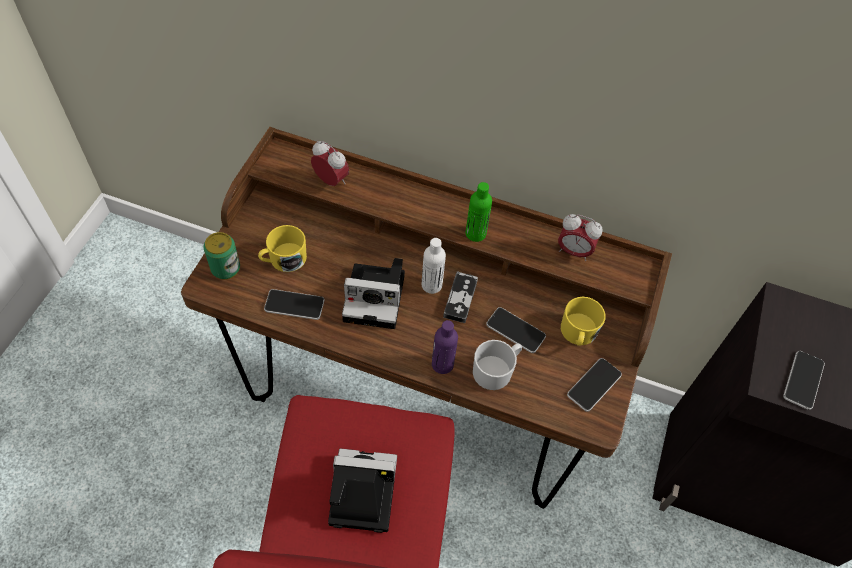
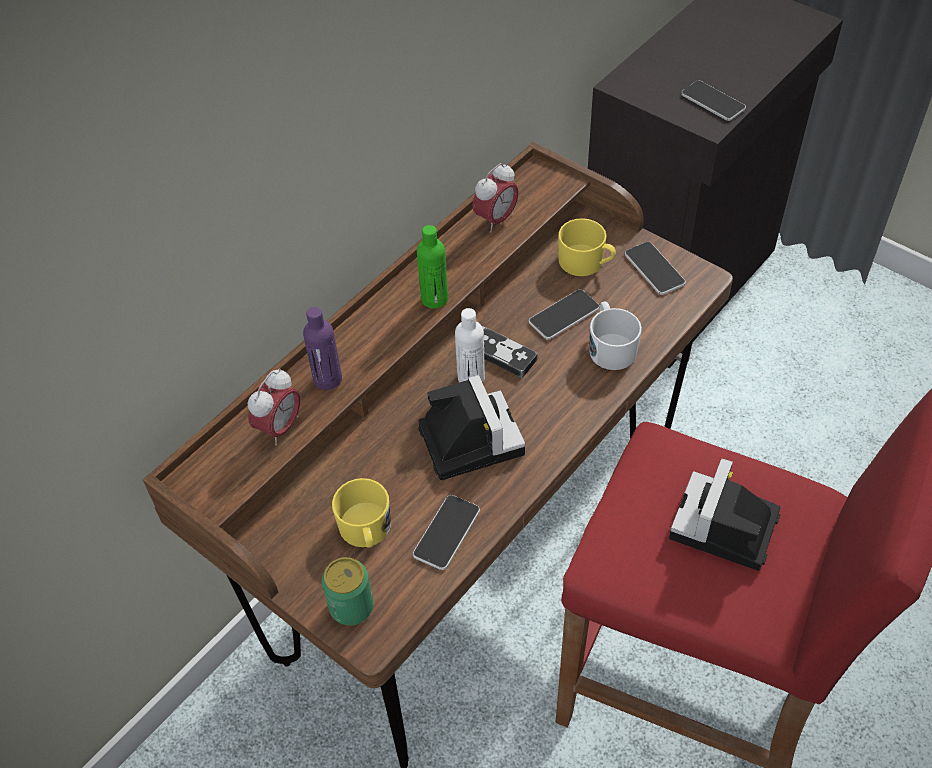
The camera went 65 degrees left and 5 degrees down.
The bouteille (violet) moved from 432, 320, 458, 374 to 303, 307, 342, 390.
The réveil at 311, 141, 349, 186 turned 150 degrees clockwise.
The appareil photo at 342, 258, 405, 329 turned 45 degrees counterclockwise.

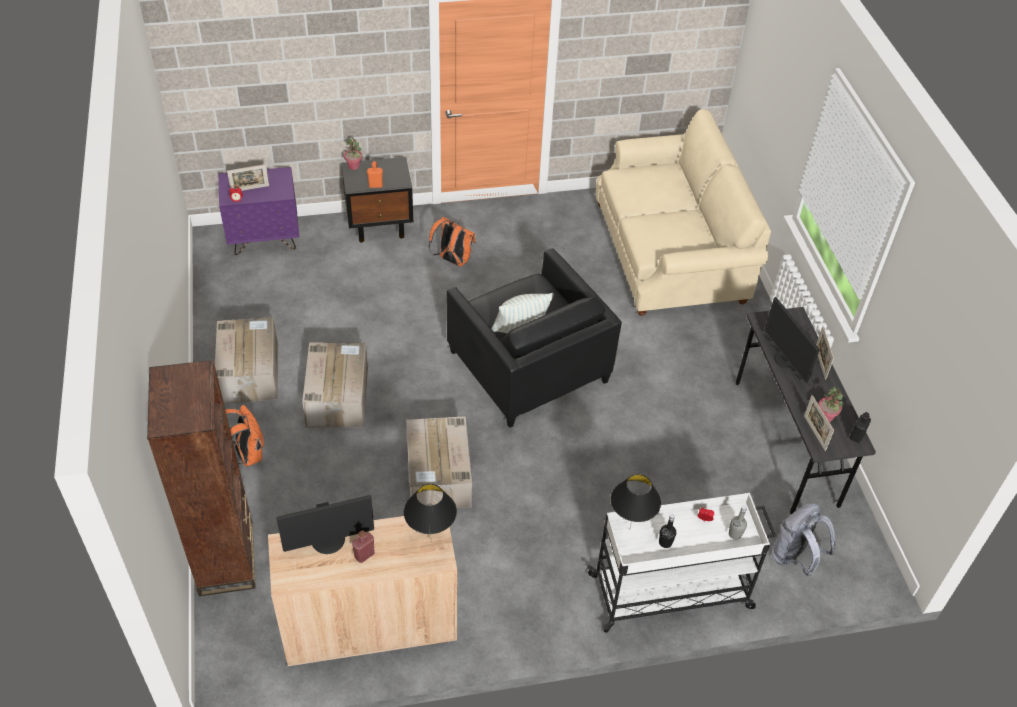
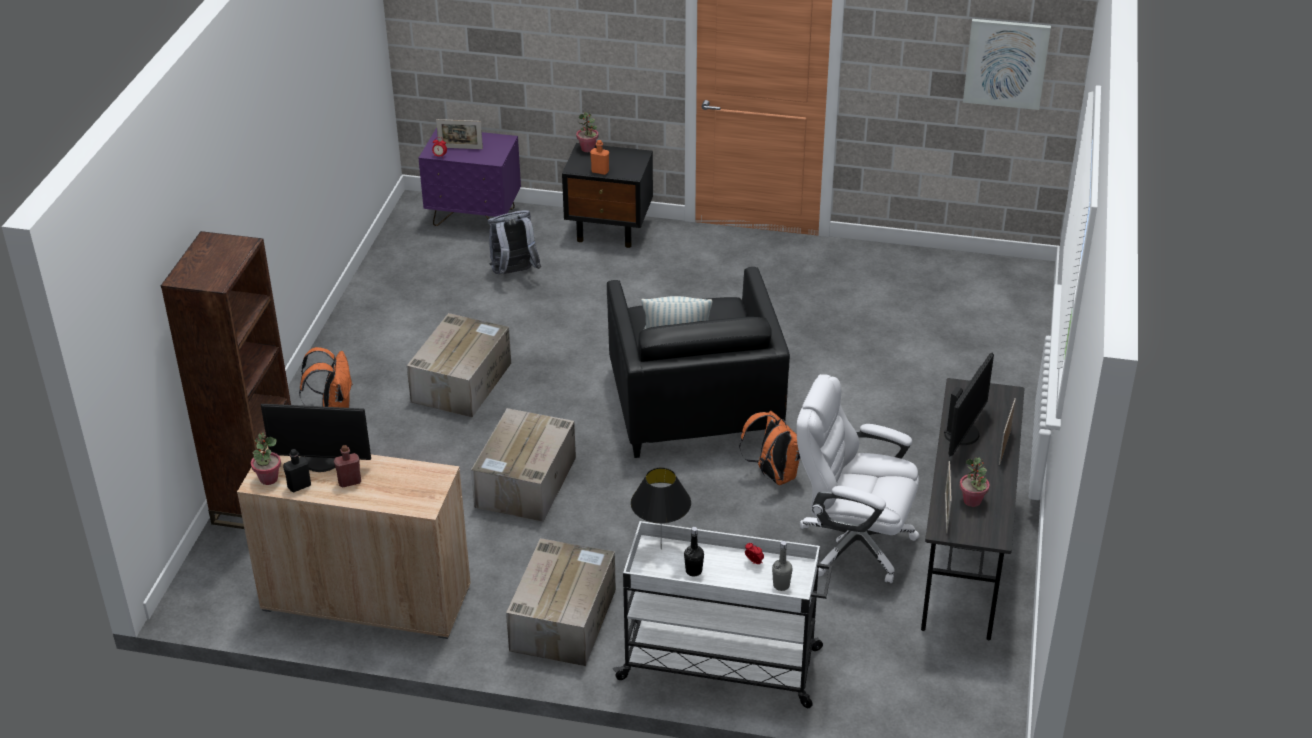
The camera went 25 degrees right and 10 degrees down.
The lampe de table (noir) at 404, 484, 457, 534 disappeared.
The canapé (beige) at 595, 109, 771, 316 disappeared.
The plante en pot at 251, 433, 281, 485 appeared.
The chaise de bureau (blanc) at 797, 374, 919, 583 appeared.
The tableau at 963, 19, 1051, 110 appeared.
The carton moved from 215, 317, 278, 404 to 506, 538, 616, 666.
The sac à dos (orange) moved from 428, 217, 476, 267 to 739, 411, 800, 485.
The sac à dos (gris) moved from 772, 504, 835, 577 to 488, 210, 541, 276.
The bouteille (noir) moved from 850, 412, 871, 443 to 283, 449, 311, 492.
The écran d'ordinateur at 764, 297, 819, 383 turned 150 degrees counterclockwise.

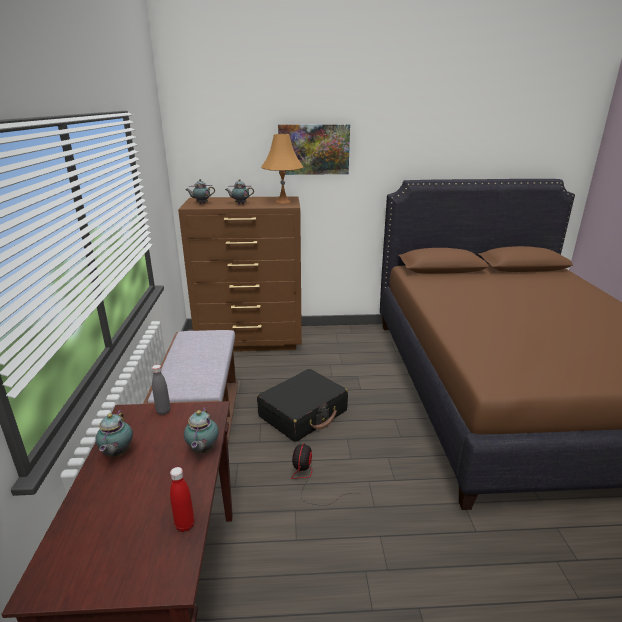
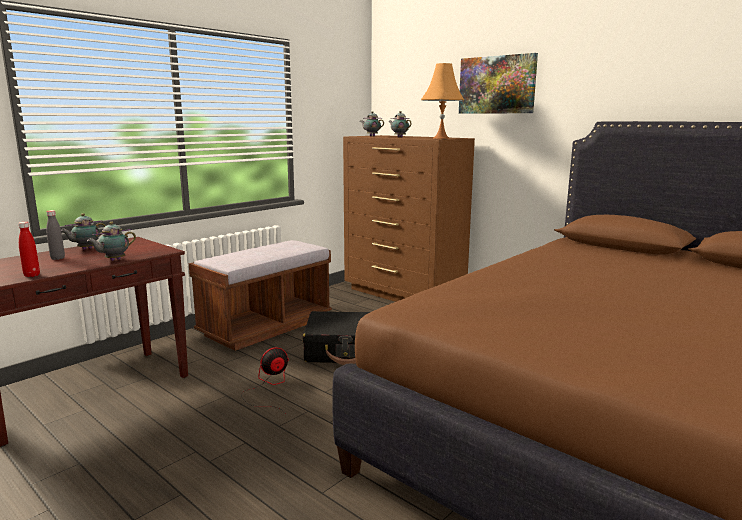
The camera went 45 degrees right and 10 degrees down.
The bouteille (gris) moved from 152, 365, 170, 415 to 46, 210, 65, 260.

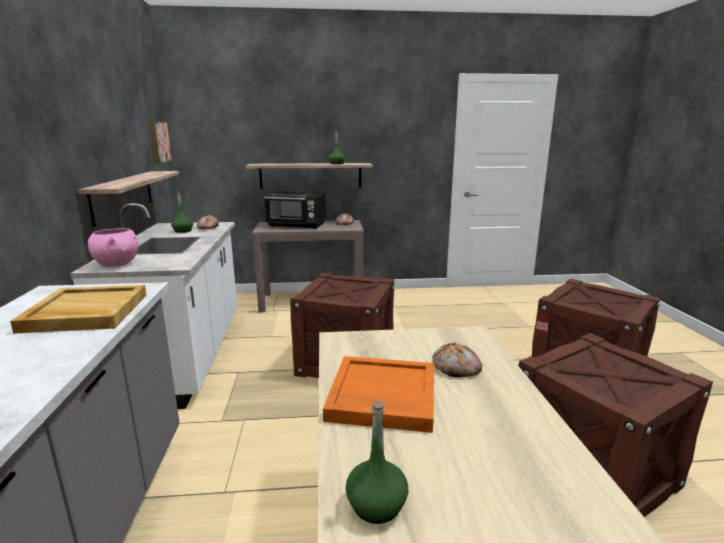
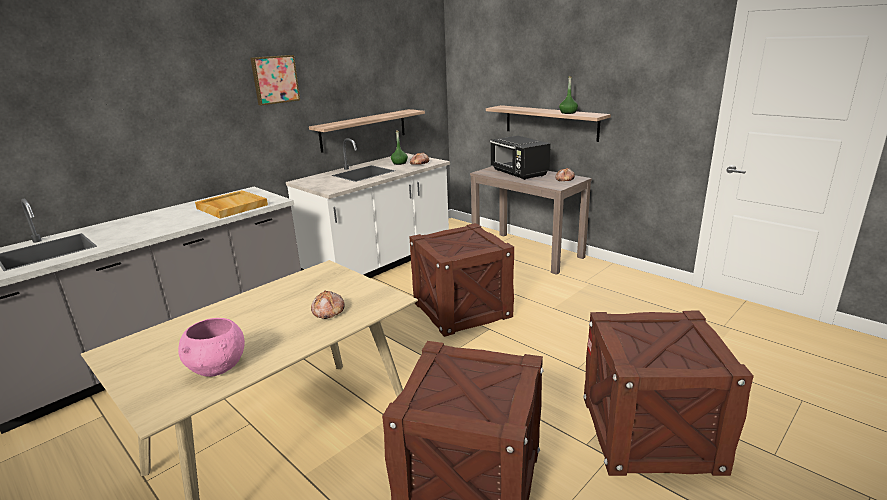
The camera went 50 degrees right and 5 degrees up.
The plateau (orange) at 323, 356, 434, 433 disappeared.
The bouteille (vert) at 346, 400, 408, 524 disappeared.
The bol (rose) moved from 88, 228, 139, 268 to 178, 318, 245, 377.
The tableau moved from 149, 121, 173, 164 to 251, 55, 300, 106.

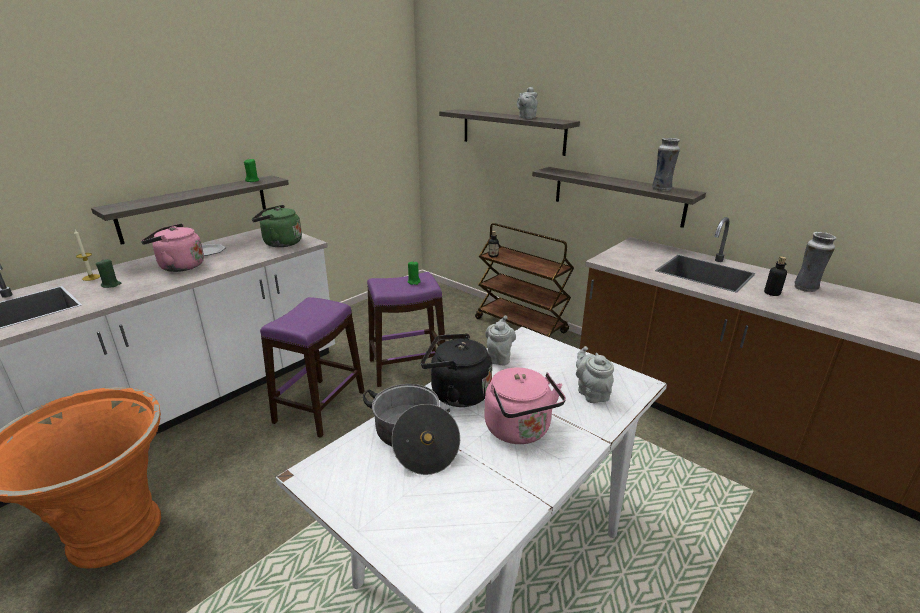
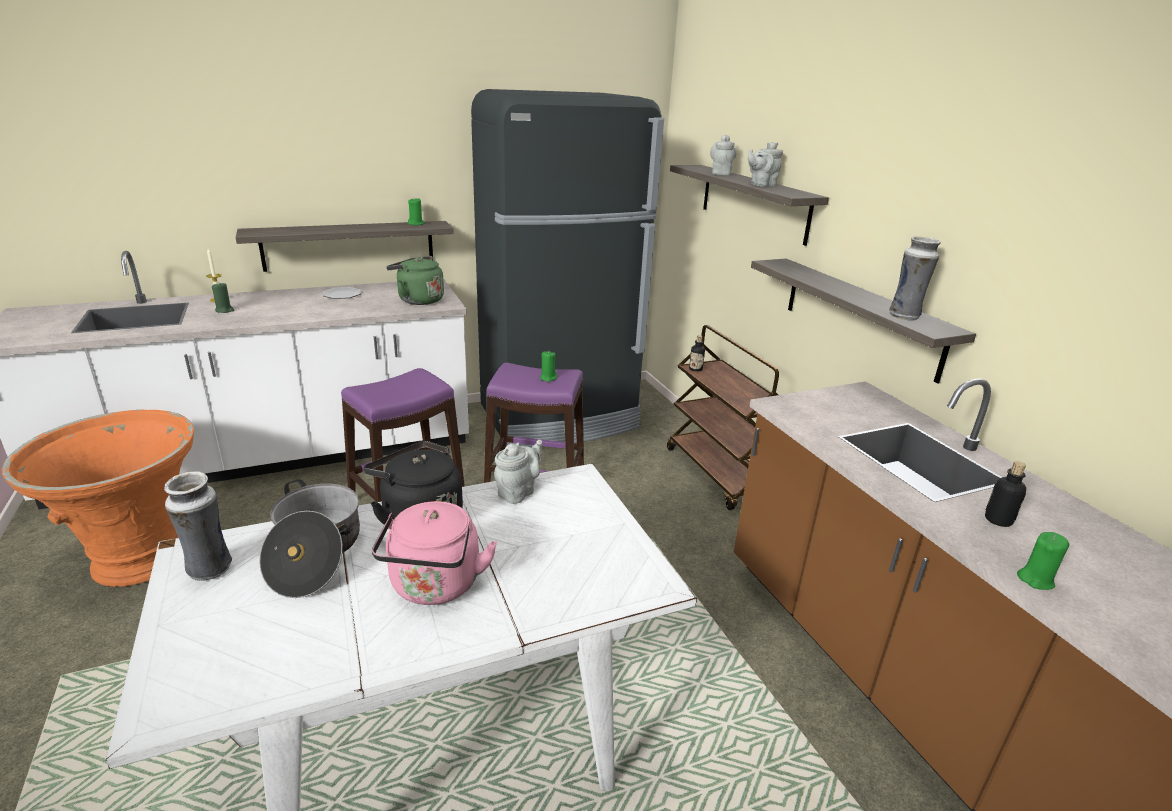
The camera went 25 degrees right and 0 degrees up.
The bouilloire (rose) at 141, 223, 204, 272 disappeared.
The réfrigérateur (noir) at 471, 89, 664, 448 appeared.
The bougie (vert) at 1017, 532, 1069, 590 appeared.
The théière (gris) moved from 576, 346, 614, 403 to 710, 134, 736, 175.
The vase moved from 794, 232, 836, 292 to 164, 471, 232, 581.

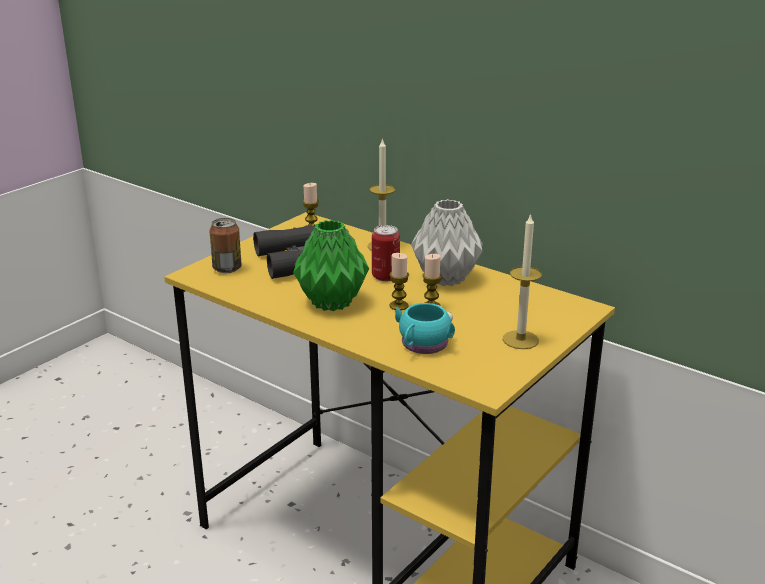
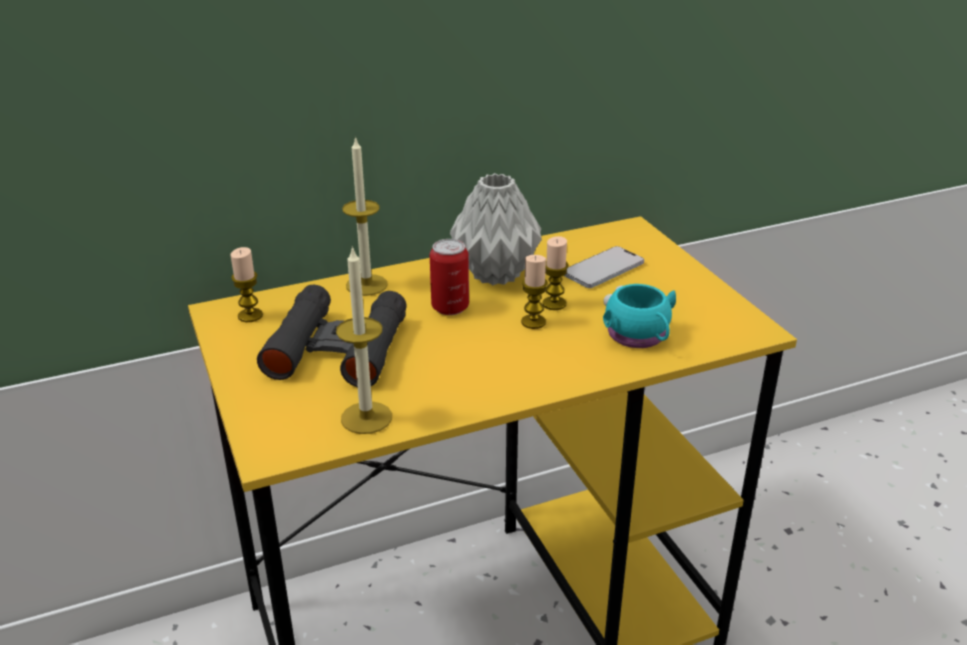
The camera went 60 degrees left and 5 degrees up.
The boîte métallique at 209, 218, 242, 273 disappeared.
The vase (vert) at 293, 220, 369, 311 disappeared.
The téléphone at 564, 246, 644, 288 appeared.
The bougie moved from 503, 213, 542, 349 to 336, 246, 392, 434.

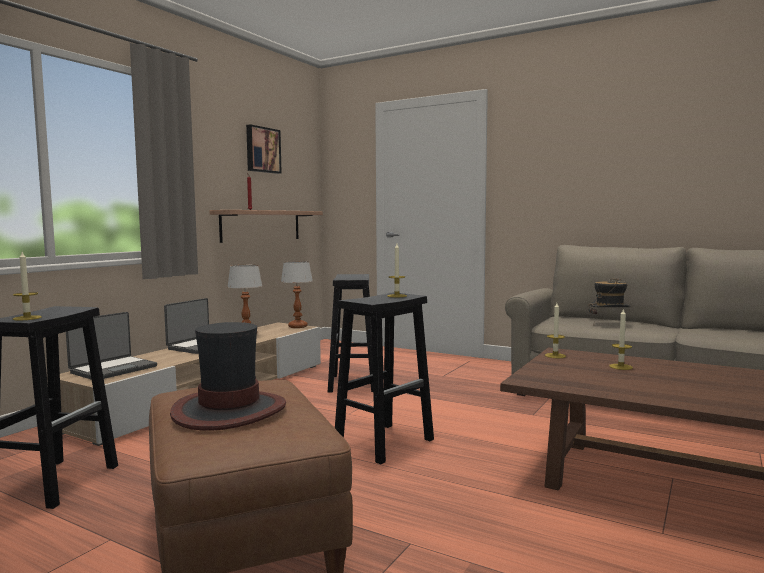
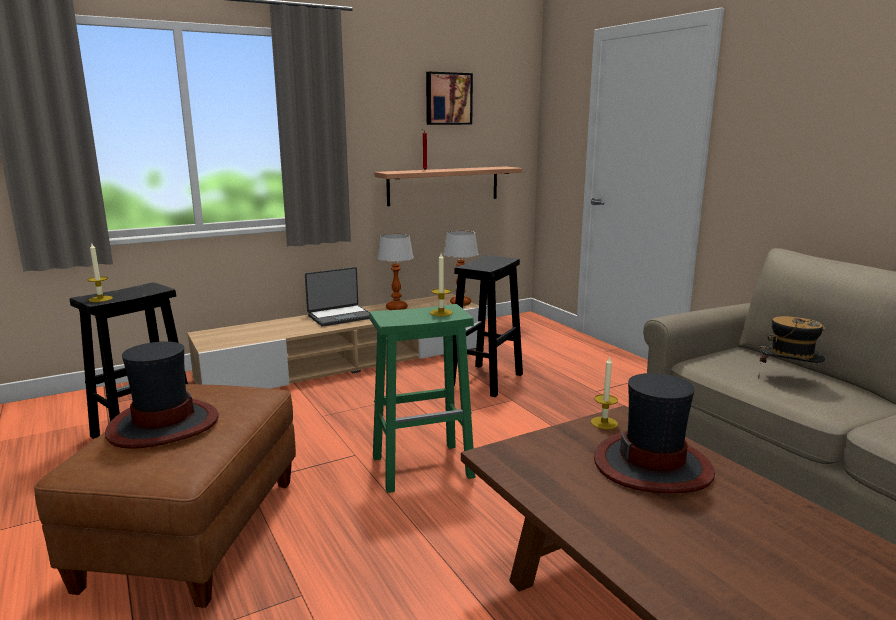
The camera went 30 degrees right and 10 degrees up.
The ordinateur portable at 66, 312, 157, 380 disappeared.
The bougie at 609, 308, 633, 370 was replaced by the chapeau at 594, 373, 715, 493.
The tabouret (noir) at 335, 292, 434, 464 became the tabouret (vert) at 369, 304, 475, 493.

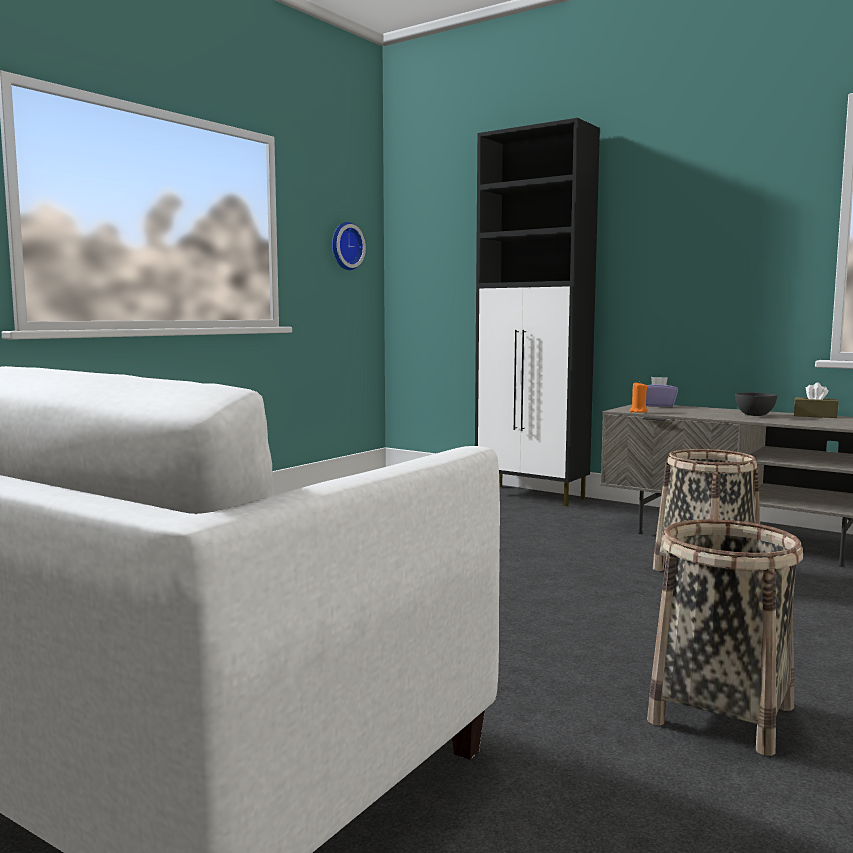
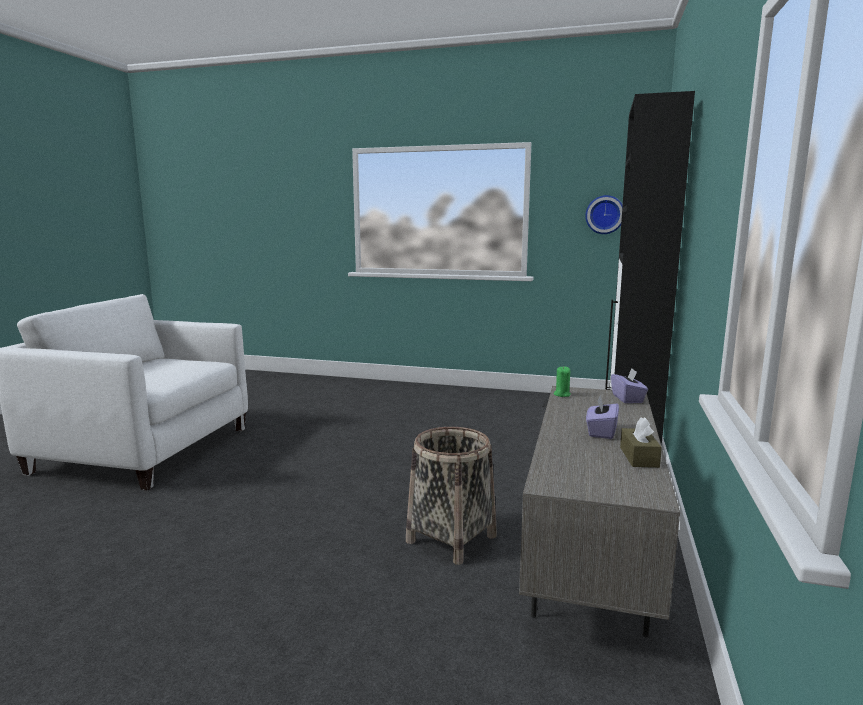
The camera went 70 degrees right and 5 degrees up.
The panier at 647, 519, 803, 756 disappeared.
The bol (gris) at 735, 392, 777, 416 was replaced by the boîte à mouchoirs (violet) at 586, 395, 619, 439.
The bougie (orange) at 629, 381, 648, 413 became the bougie (vert) at 554, 366, 571, 397.

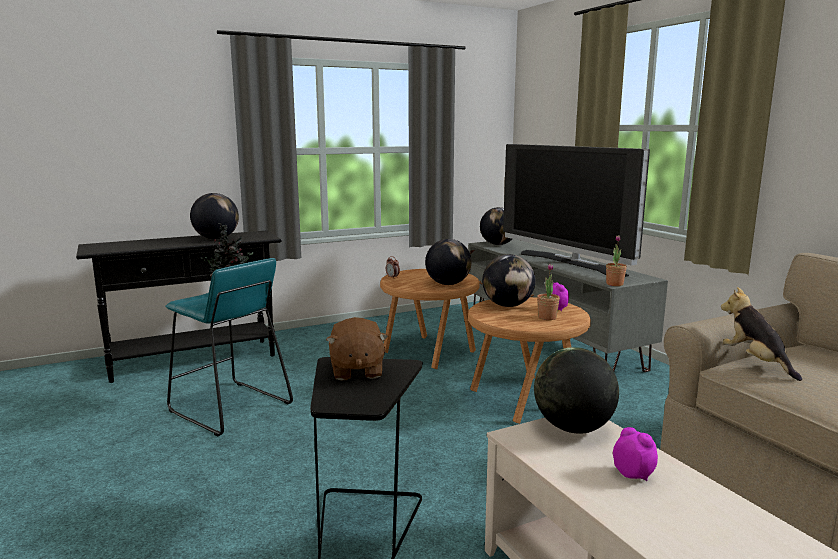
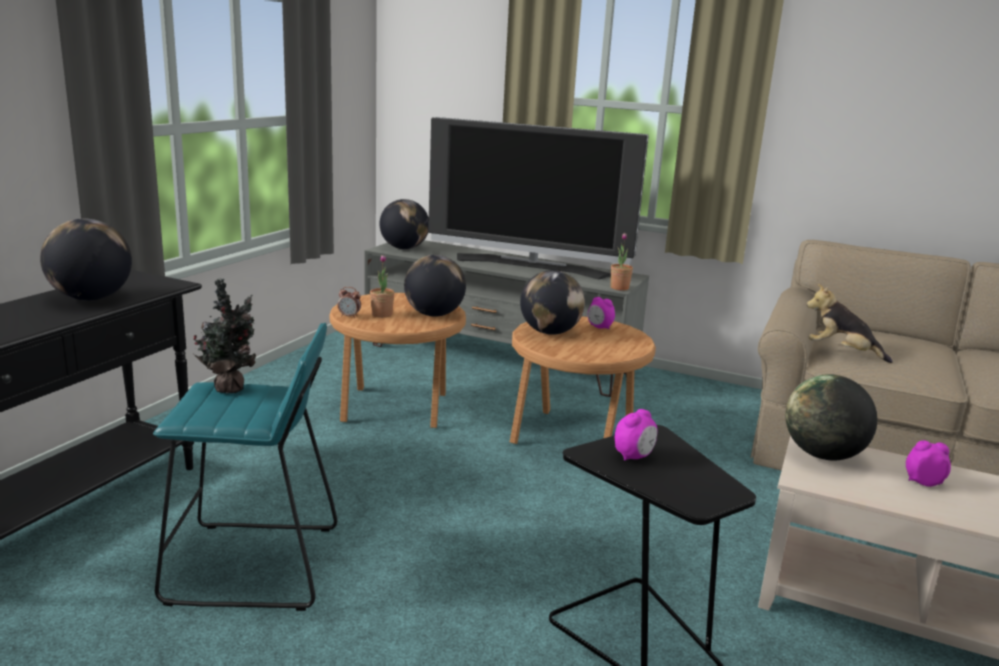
The camera went 40 degrees left and 5 degrees up.
The plante en pot moved from 537, 264, 560, 320 to 370, 255, 395, 318.
The peluche (marron) at 326, 317, 388, 381 was replaced by the réveil at 615, 409, 658, 461.

